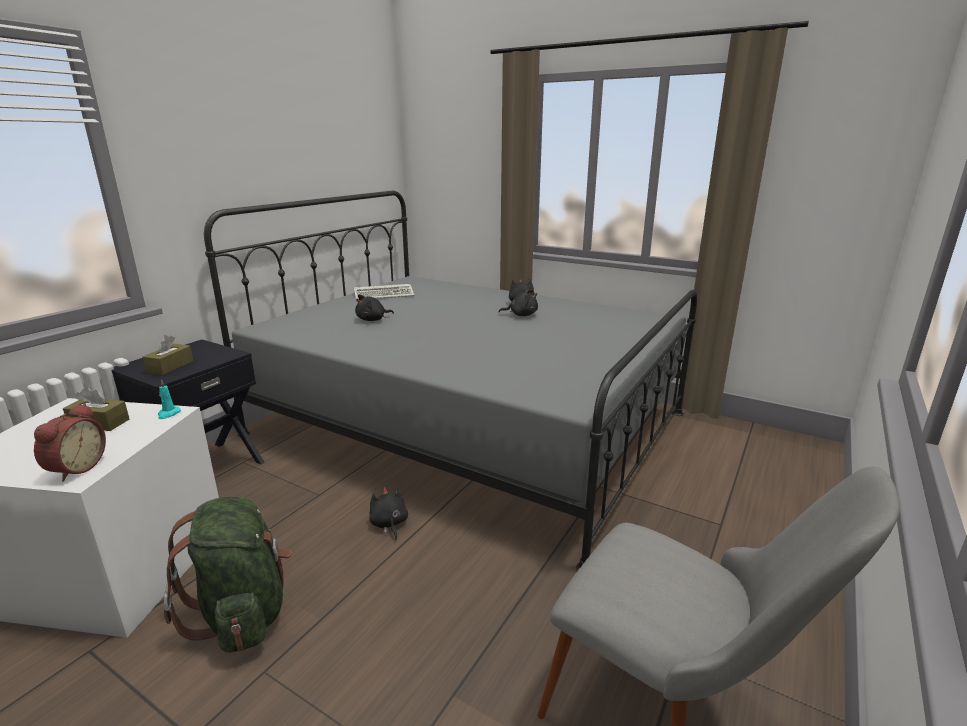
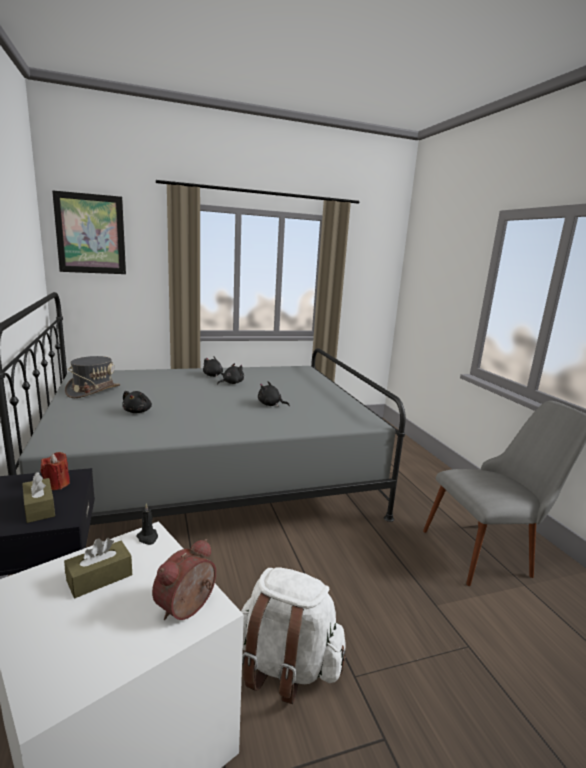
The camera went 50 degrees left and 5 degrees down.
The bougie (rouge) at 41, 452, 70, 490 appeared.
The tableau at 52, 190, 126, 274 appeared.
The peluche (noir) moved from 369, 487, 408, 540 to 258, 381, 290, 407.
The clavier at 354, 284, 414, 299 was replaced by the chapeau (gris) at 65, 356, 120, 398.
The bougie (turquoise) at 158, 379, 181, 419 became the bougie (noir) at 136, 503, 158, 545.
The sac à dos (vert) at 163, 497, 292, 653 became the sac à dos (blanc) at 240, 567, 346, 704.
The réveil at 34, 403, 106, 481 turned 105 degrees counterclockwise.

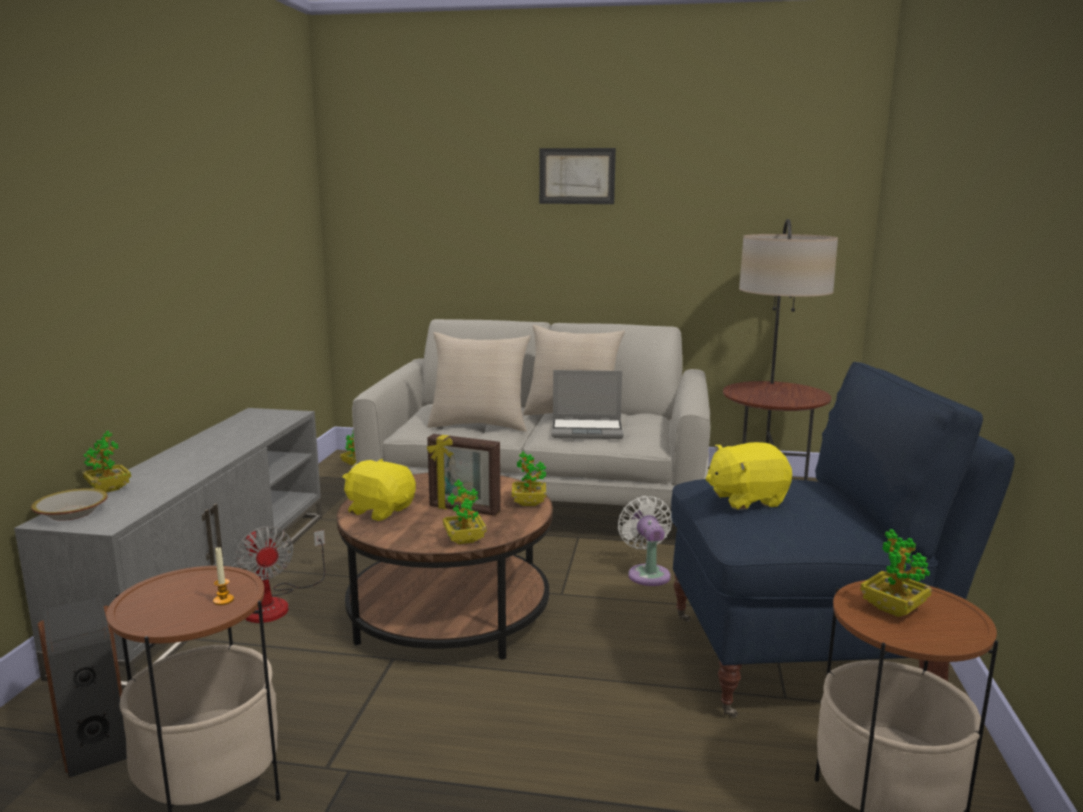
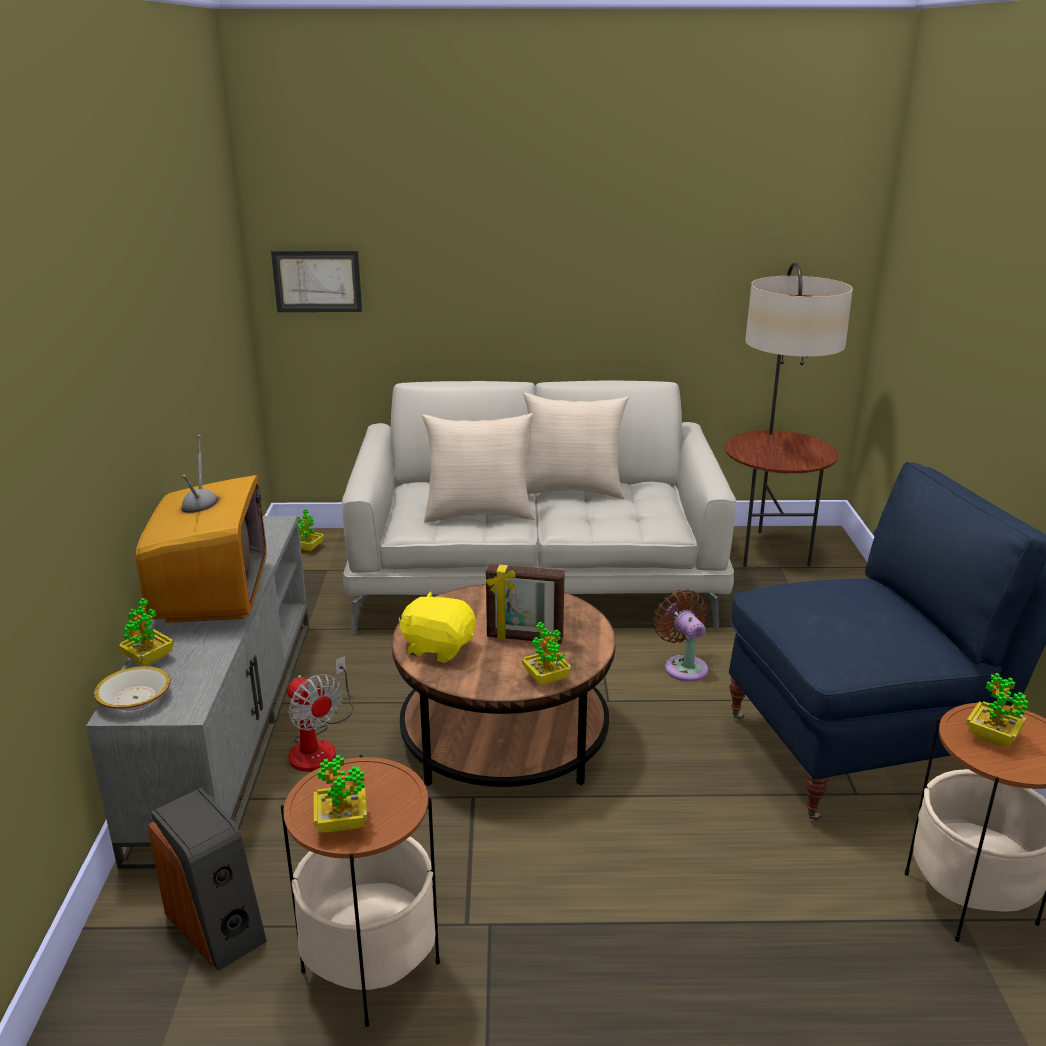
The camera went 10 degrees left and 10 degrees up.
The bougie at 213, 547, 234, 605 disappeared.
The ordinateur portable at 551, 370, 623, 439 disappeared.
The peluche (jaune) at 705, 442, 792, 510 disappeared.
The téléviseur at 135, 435, 267, 623 appeared.
The plante en pot moved from 512, 451, 546, 506 to 314, 755, 367, 833.
The tableau moved from 539, 148, 616, 204 to 271, 251, 362, 312.
The ventilateur (blanc) at 618, 496, 672, 586 became the ventilateur (marron) at 653, 590, 708, 682.

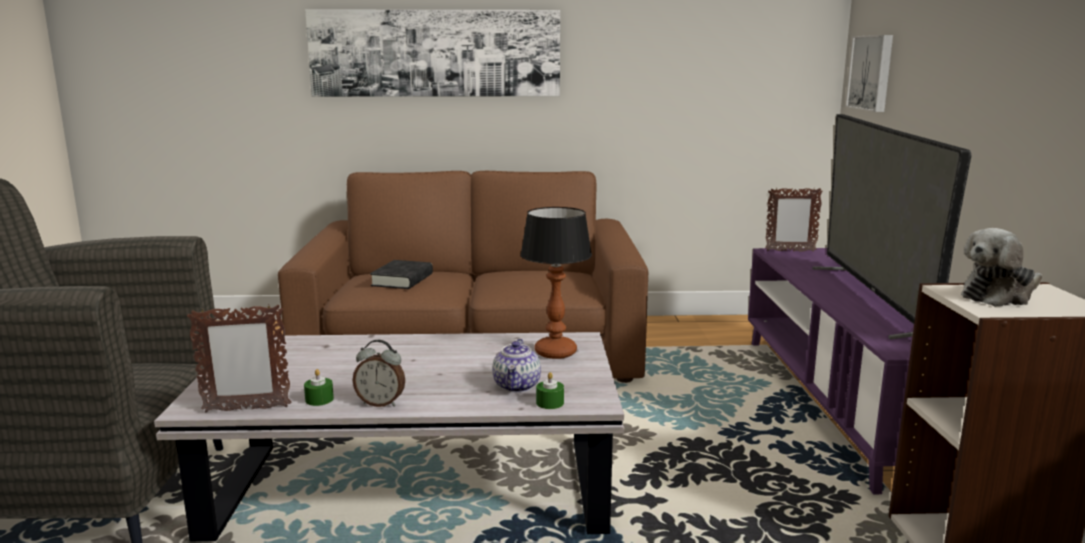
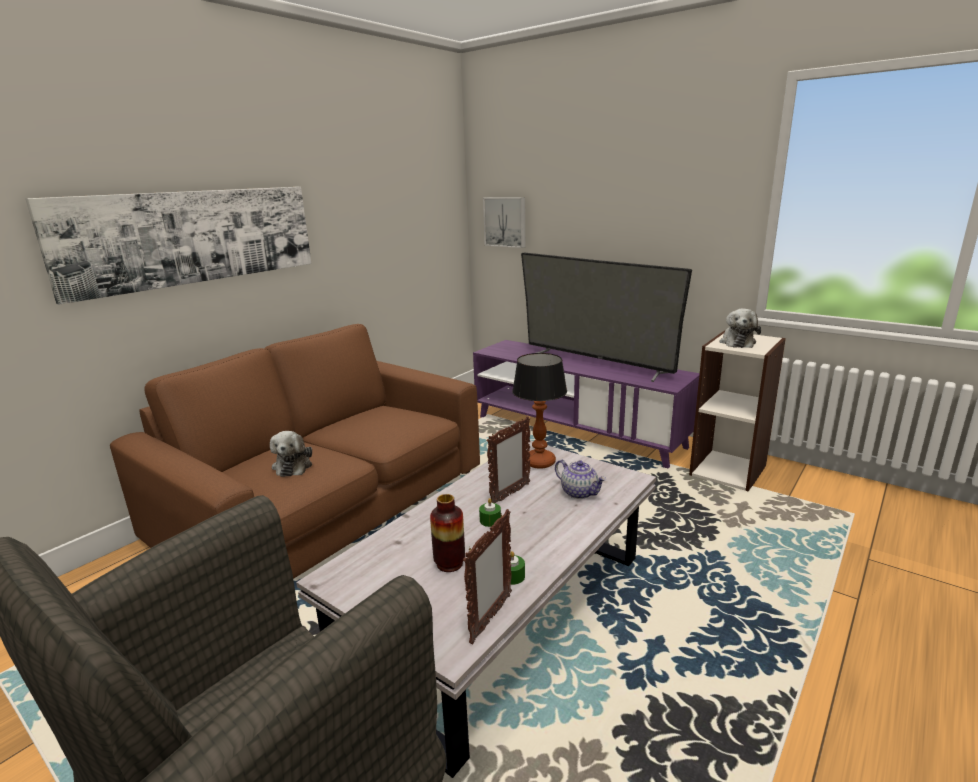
The camera went 50 degrees left and 5 degrees up.
The réveil at 352, 340, 405, 407 disappeared.
The vase at 430, 494, 465, 572 appeared.
The bougie (vert) moved from 536, 372, 564, 409 to 479, 498, 501, 527.
The cadre photo moved from 765, 188, 823, 252 to 487, 416, 530, 503.
The livre (noir) at 370, 260, 433, 289 was replaced by the peluche at 270, 431, 312, 477.

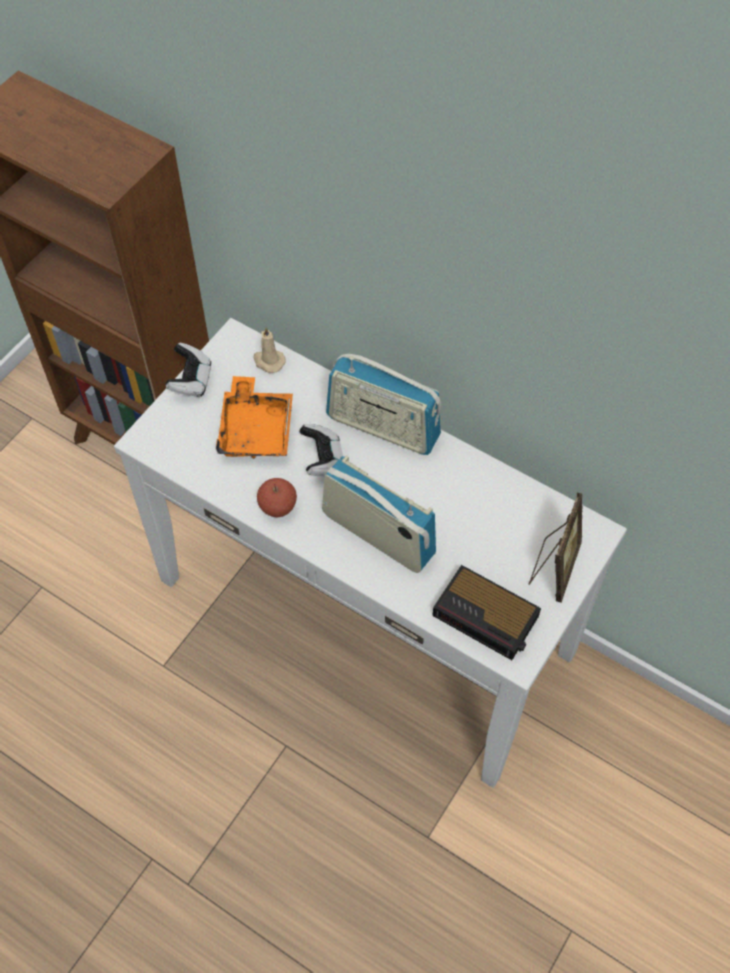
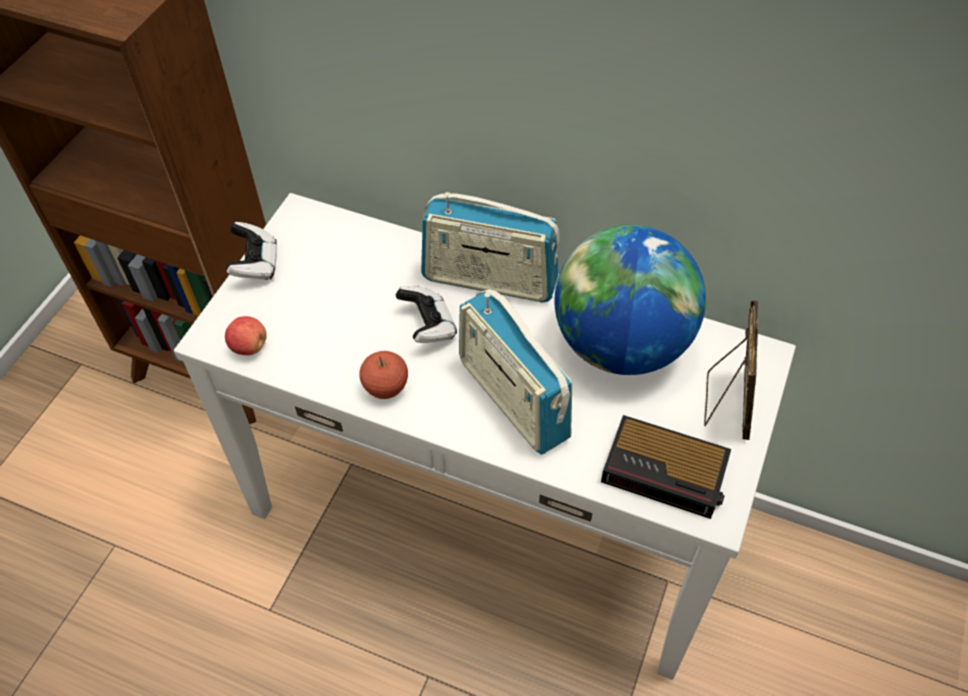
The camera went 10 degrees left and 5 degrees down.
The plateau (orange) at 216, 376, 293, 459 disappeared.
The bougie (beige) at 253, 327, 286, 373 disappeared.
The pomme at 225, 316, 267, 355 appeared.
The globe at 554, 225, 706, 375 appeared.
The radio at 322, 455, 436, 573 turned 150 degrees counterclockwise.

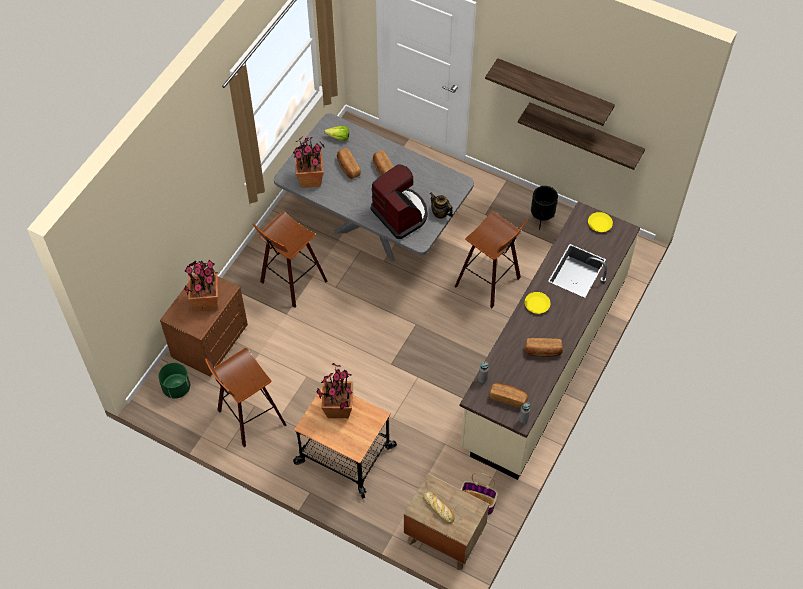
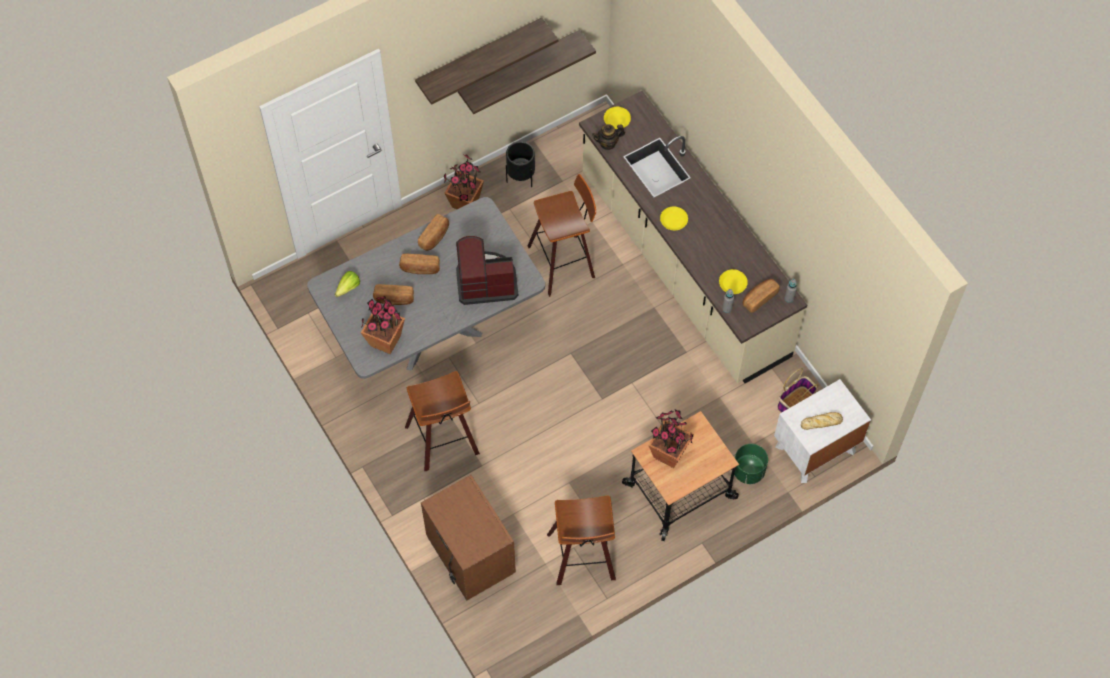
The camera went 60 degrees left and 5 degrees up.
The assiette (jaune) at 719, 269, 748, 294 appeared.
The cache-pot (vert) moved from 158, 363, 190, 399 to 734, 444, 768, 484.
The plante en pot moved from 184, 260, 218, 311 to 444, 154, 484, 209.
The théière moved from 430, 192, 453, 219 to 592, 124, 625, 150.
The pain moved from 525, 338, 563, 357 to 418, 214, 449, 251.
The table de chevet (marron) at 404, 473, 489, 570 became the table de chevet (blanc) at 774, 379, 871, 483.

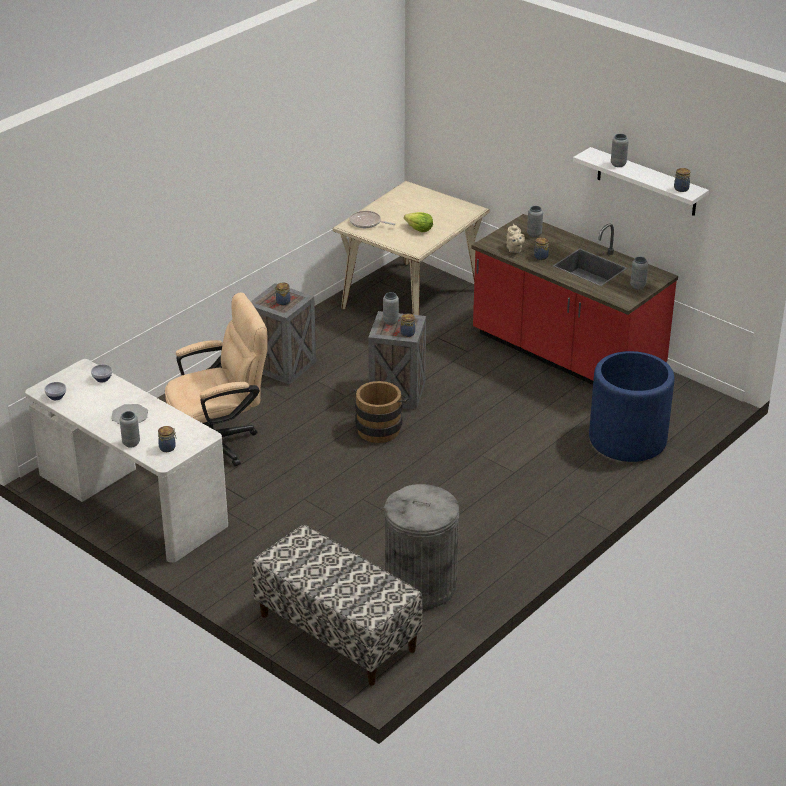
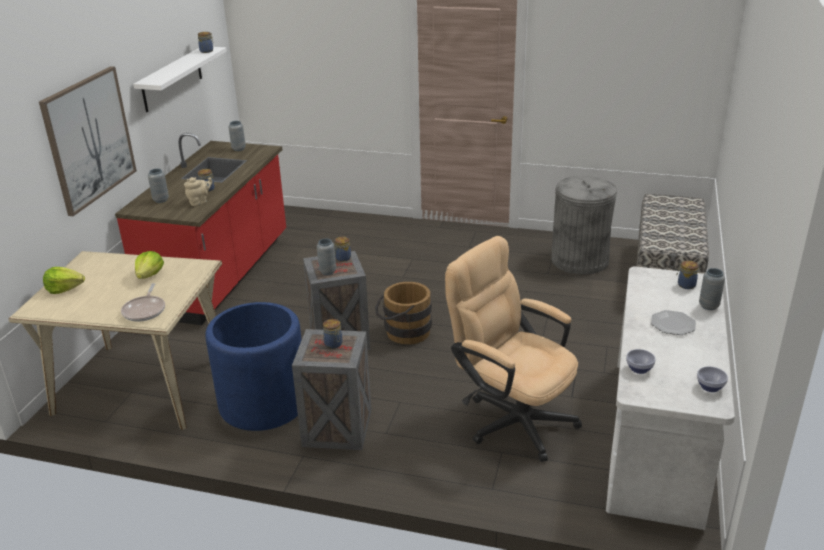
The camera went 115 degrees left and 5 degrees down.
The vase (gris) at 611, 134, 629, 167 disappeared.
The tableau at 39, 66, 137, 216 appeared.
The laitue at 43, 267, 85, 294 appeared.
The cache-pot (bleu) moved from 589, 351, 675, 462 to 205, 302, 302, 431.

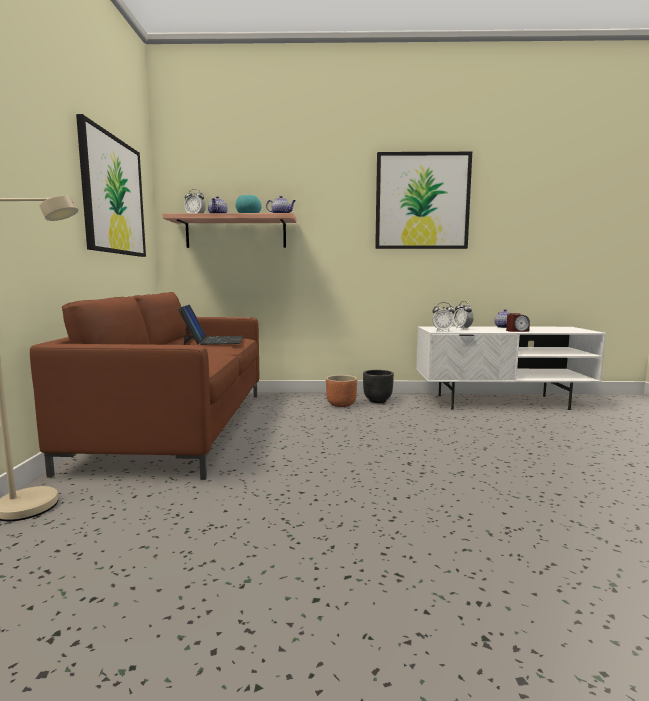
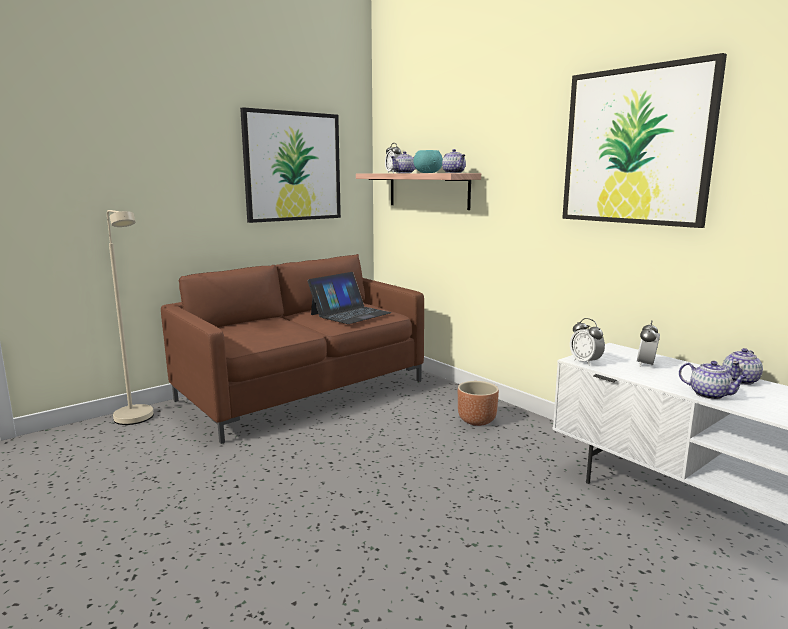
The camera went 50 degrees right and 5 degrees up.
The cache-pot (noir) at 363, 370, 394, 403 disappeared.
The réveil at 506, 313, 530, 332 was replaced by the théière at 679, 361, 748, 400.

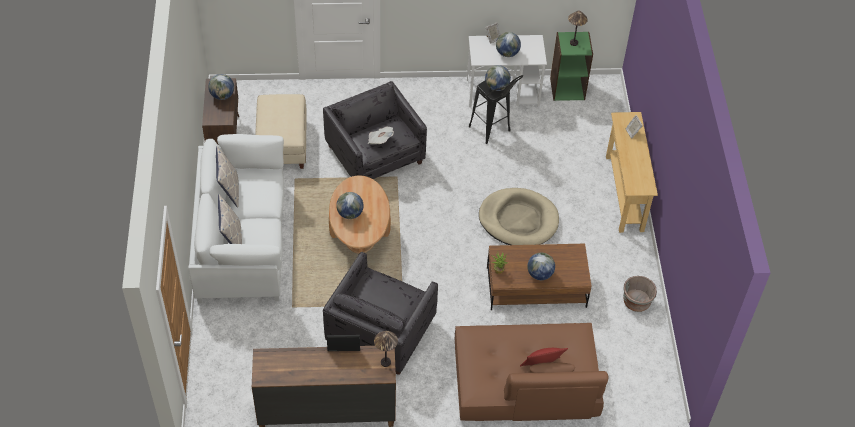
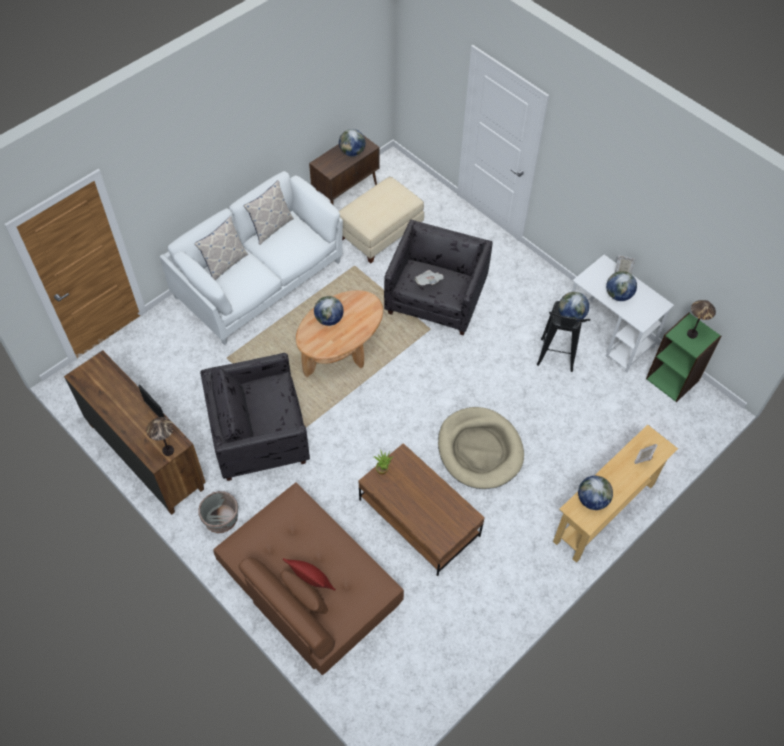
The camera went 50 degrees right and 5 degrees up.
The globe moved from 527, 252, 555, 280 to 578, 476, 613, 510.
The cache-pot (gris) moved from 623, 276, 657, 312 to 198, 491, 238, 533.

